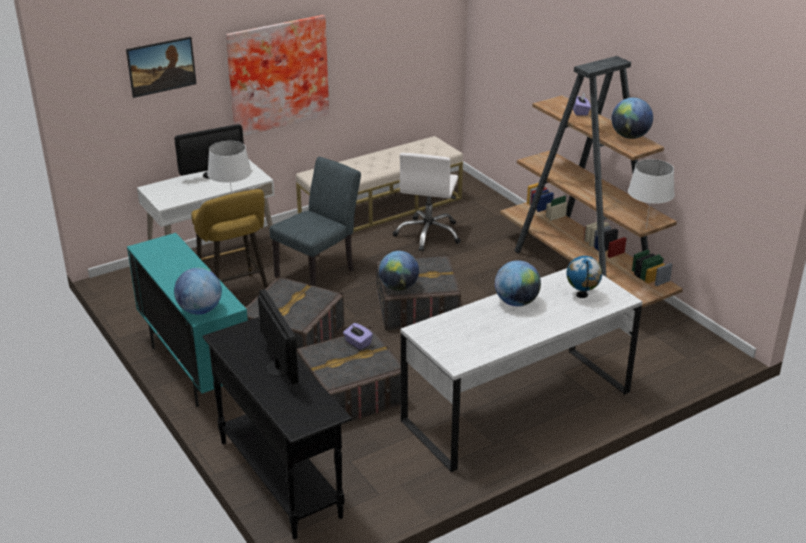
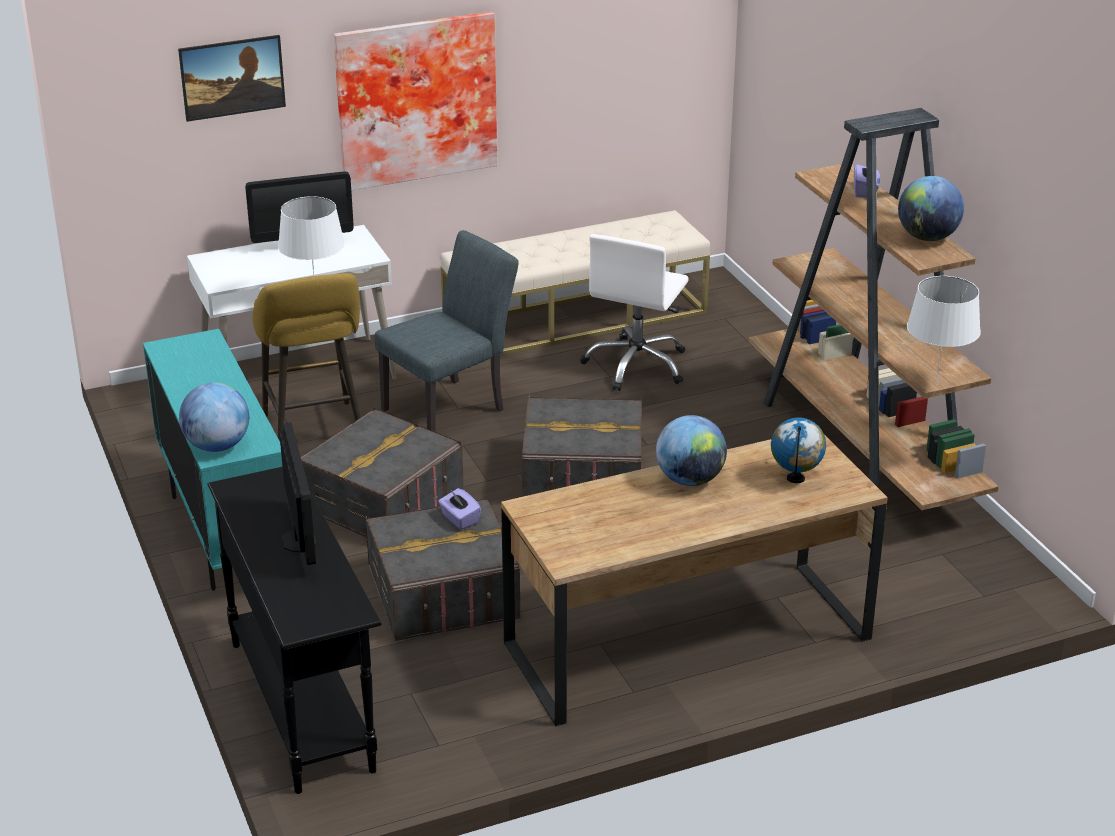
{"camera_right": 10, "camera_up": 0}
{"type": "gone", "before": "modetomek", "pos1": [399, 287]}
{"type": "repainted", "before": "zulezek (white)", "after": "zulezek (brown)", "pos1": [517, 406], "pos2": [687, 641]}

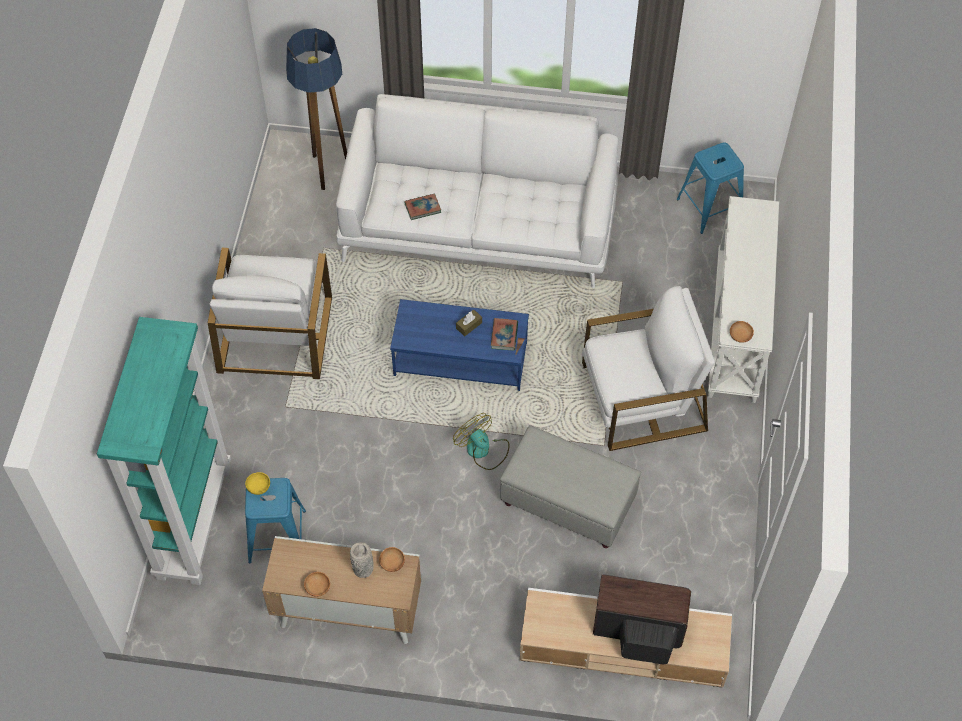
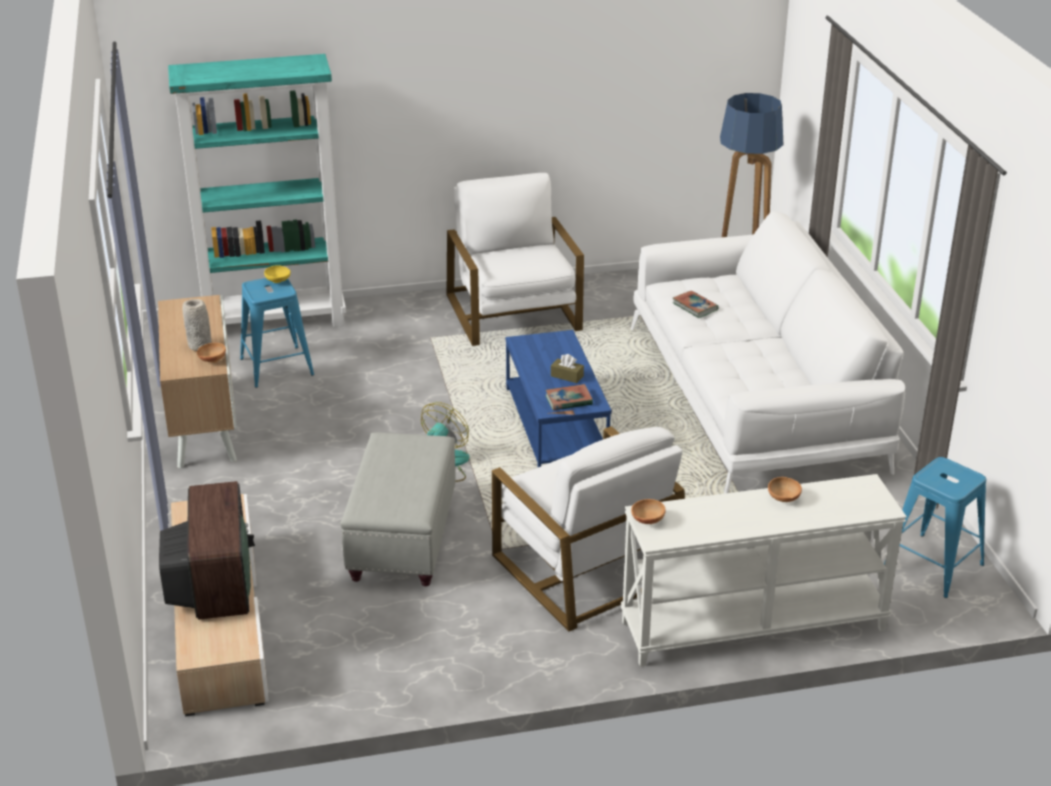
{"camera_right": 70, "camera_up": -25}
{"type": "rotated", "before": "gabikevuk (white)", "pos1": [274, 333], "pos2": [514, 313], "turn": 90}
{"type": "shifted", "before": "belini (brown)", "pos1": [318, 588], "pos2": [783, 499]}

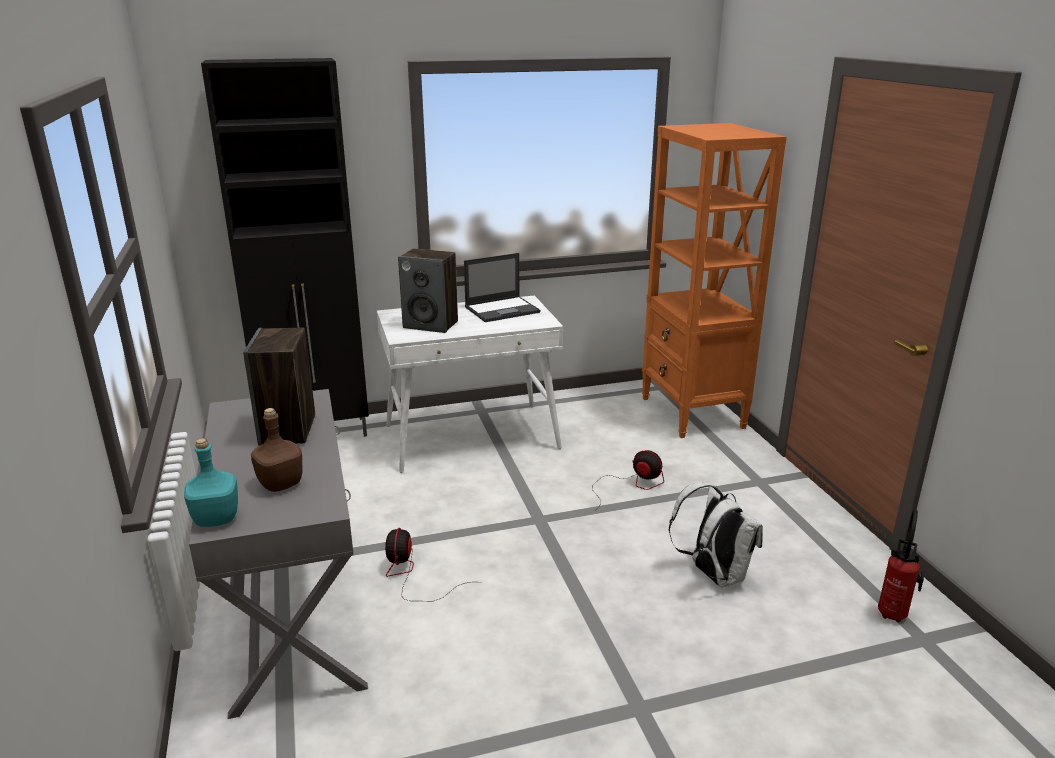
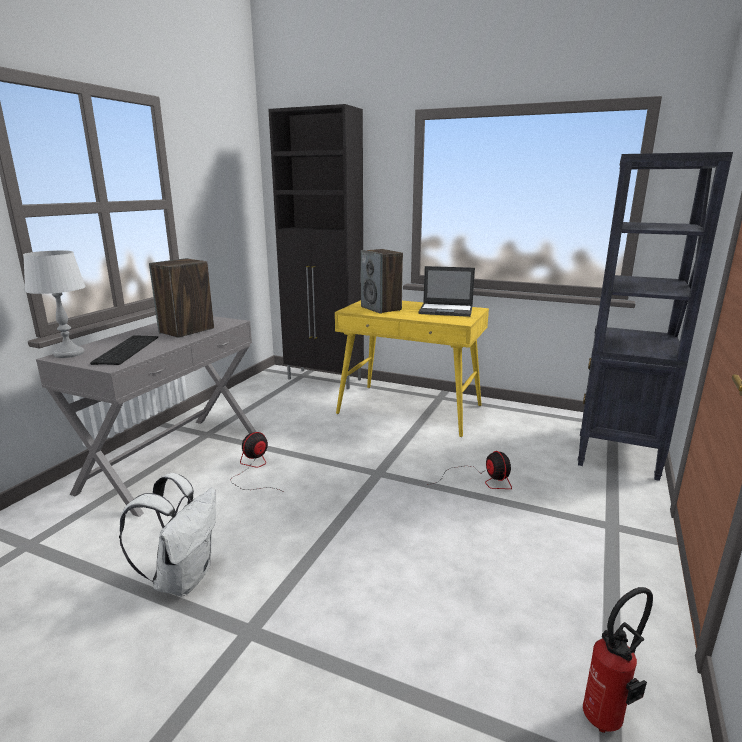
{"camera_right": 40, "camera_up": -5}
{"type": "swapped", "before": "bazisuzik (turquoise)", "after": "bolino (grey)", "pos1": [216, 518], "pos2": [69, 353]}
{"type": "swapped", "before": "bazisuzik (brown)", "after": "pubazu", "pos1": [280, 484], "pos2": [125, 349]}
{"type": "repainted", "before": "zulezek (white)", "after": "zulezek (yellow)", "pos1": [472, 436], "pos2": [410, 409]}
{"type": "repainted", "before": "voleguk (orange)", "after": "voleguk (black)", "pos1": [692, 413], "pos2": [617, 452]}
{"type": "shifted", "before": "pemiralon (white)", "pos1": [713, 574], "pos2": [183, 578]}

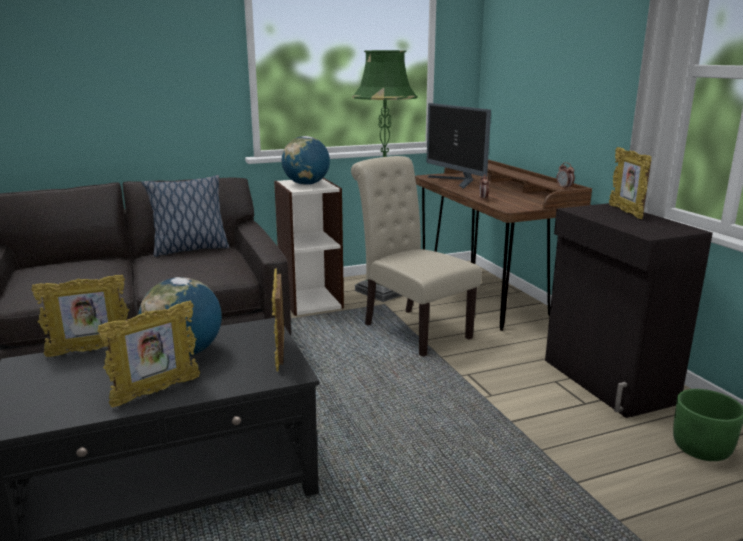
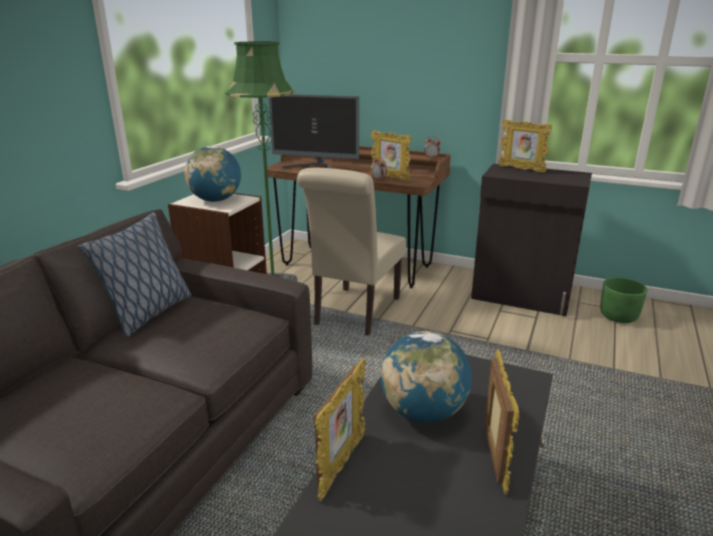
{"camera_right": -45, "camera_up": 5}
{"type": "shifted", "before": "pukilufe", "pos1": [280, 353], "pos2": [390, 177]}
{"type": "rotated", "before": "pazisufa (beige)", "pos1": [411, 329], "pos2": [354, 313], "turn": -75}

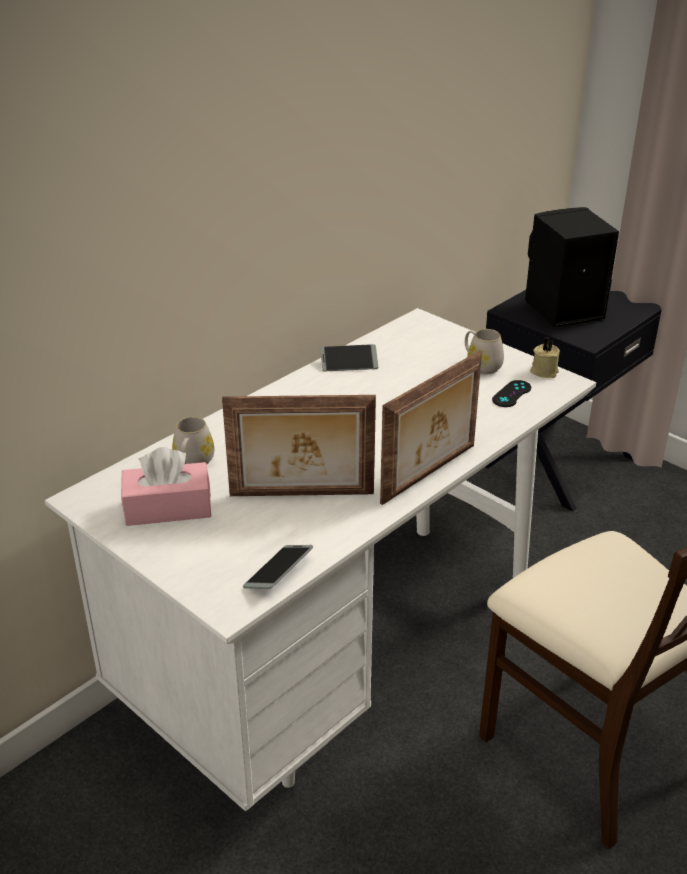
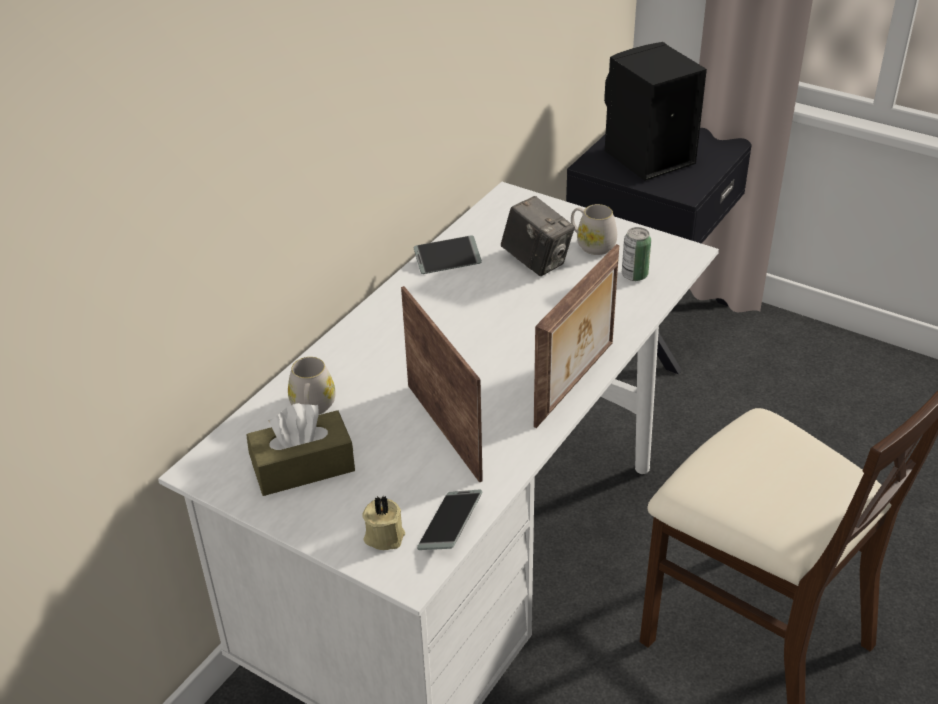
{"camera_right": -10, "camera_up": 5}
{"type": "repainted", "before": "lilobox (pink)", "after": "lilobox (brown)", "pos1": [168, 508], "pos2": [303, 467]}
{"type": "rotated", "before": "pukilufe", "pos1": [301, 496], "pos2": [446, 430], "turn": -105}
{"type": "swapped", "before": "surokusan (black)", "after": "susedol", "pos1": [511, 394], "pos2": [634, 275]}
{"type": "shifted", "before": "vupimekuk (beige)", "pos1": [543, 371], "pos2": [384, 535]}
{"type": "new", "after": "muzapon", "pos2": [536, 261]}

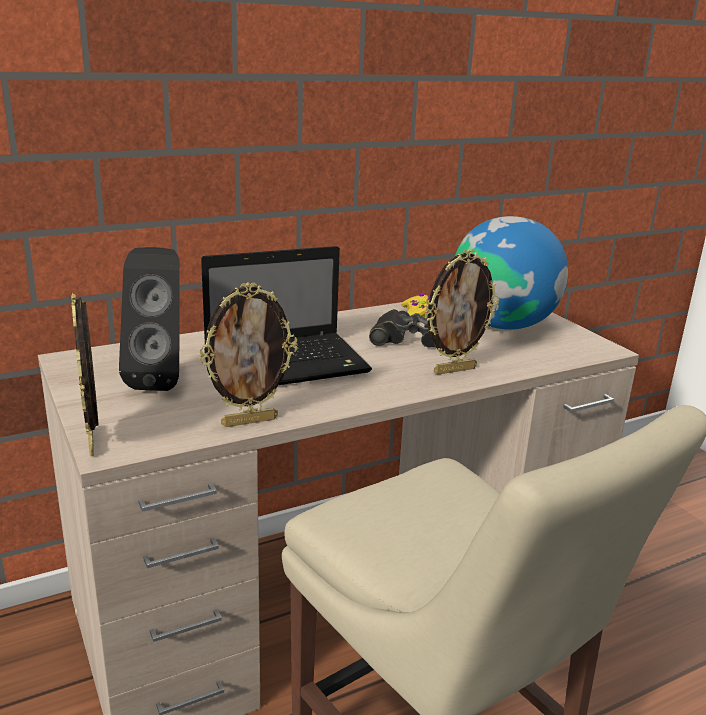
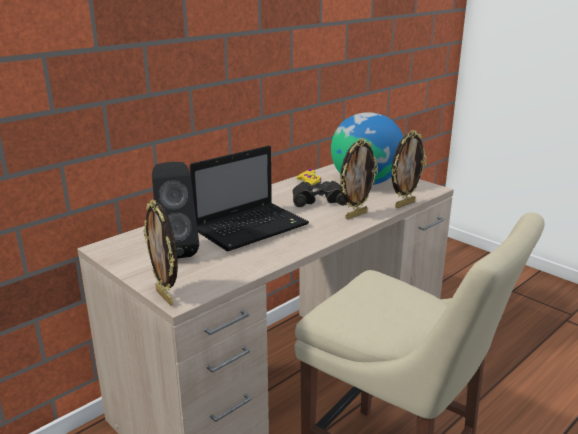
{"camera_right": -15, "camera_up": 0}
{"type": "shifted", "before": "pukilufe", "pos1": [249, 421], "pos2": [404, 204]}

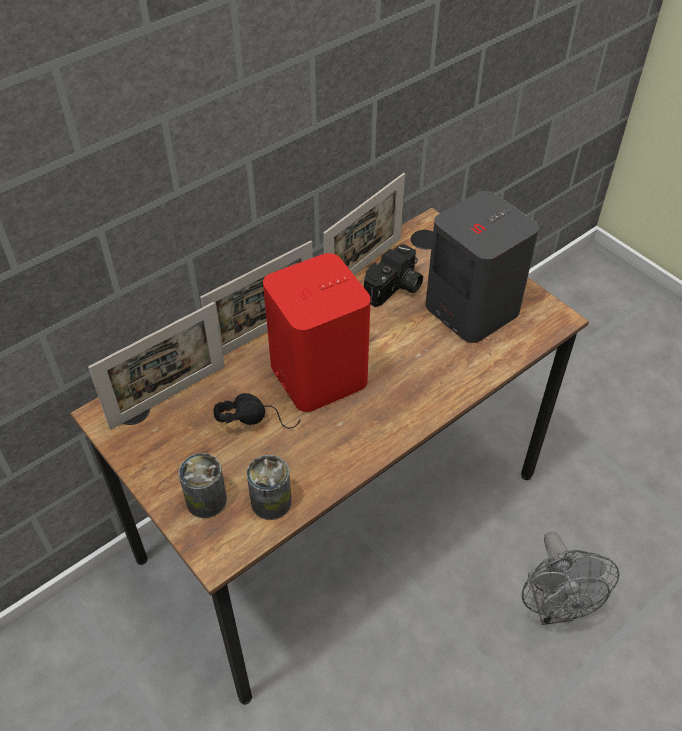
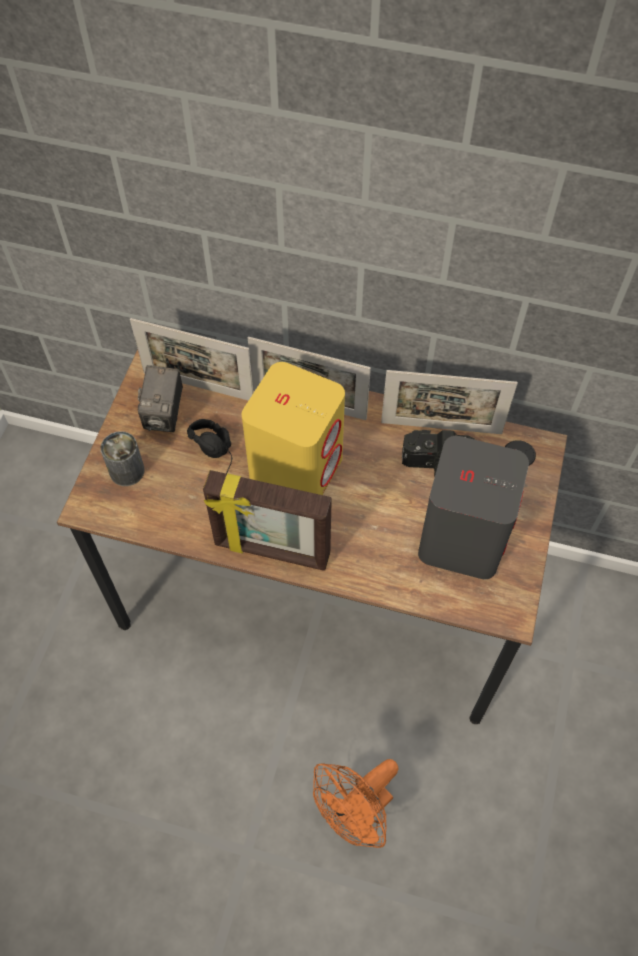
{"camera_right": 55, "camera_up": 10}
{"type": "gone", "before": "susedol", "pos1": [271, 502]}
{"type": "repainted", "before": "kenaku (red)", "after": "kenaku (yellow)", "pos1": [318, 373], "pos2": [296, 467]}
{"type": "repainted", "before": "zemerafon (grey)", "after": "zemerafon (orange)", "pos1": [553, 607], "pos2": [356, 813]}
{"type": "new", "after": "muzapon", "pos2": [164, 414]}
{"type": "new", "after": "pukilufe", "pos2": [271, 551]}

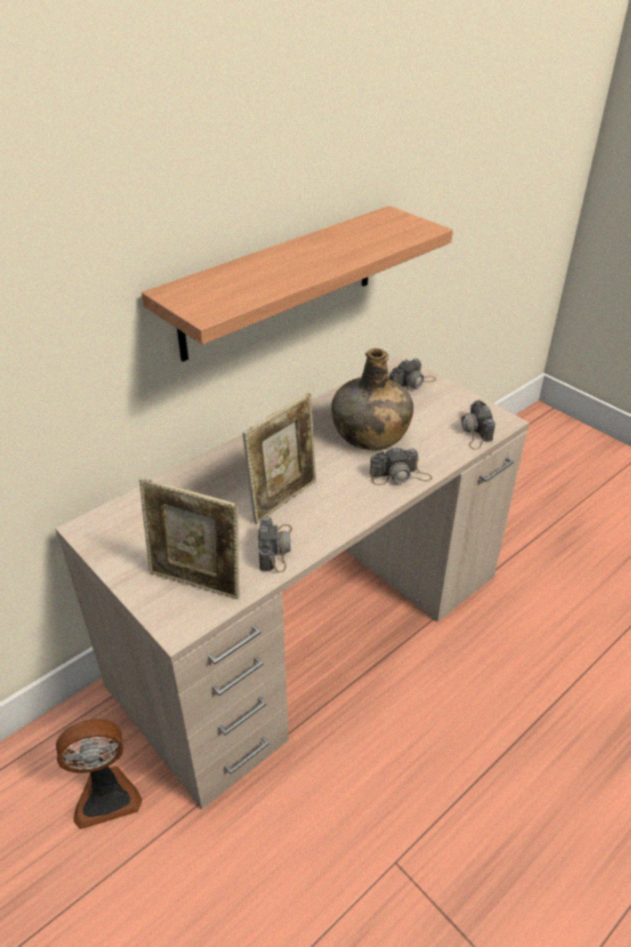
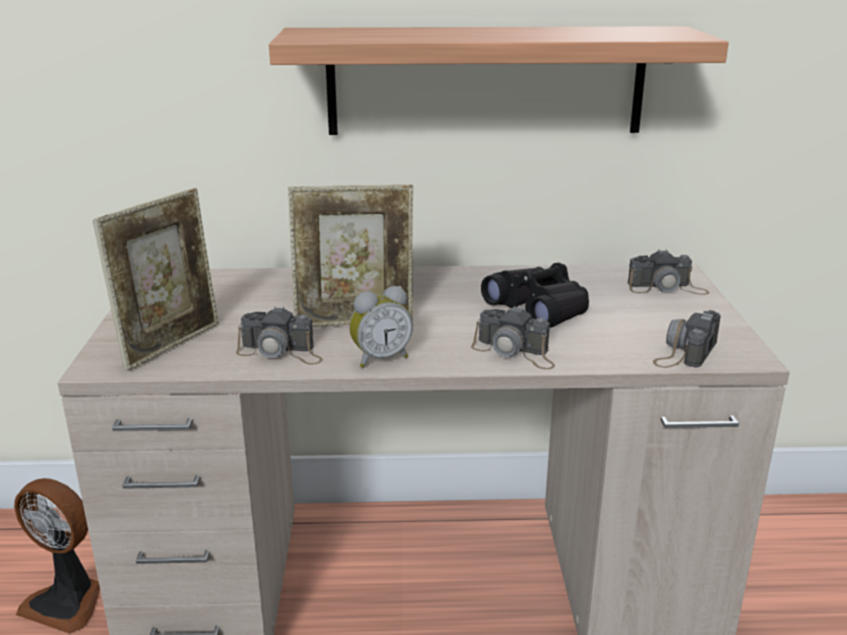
{"camera_right": 40, "camera_up": -15}
{"type": "rotated", "before": "pukilufe", "pos1": [197, 582], "pos2": [171, 344], "turn": -120}
{"type": "rotated", "before": "muzapon", "pos1": [276, 548], "pos2": [281, 352], "turn": 60}
{"type": "swapped", "before": "bazisuzik (green)", "after": "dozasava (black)", "pos1": [370, 434], "pos2": [539, 309]}
{"type": "new", "after": "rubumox", "pos2": [380, 358]}

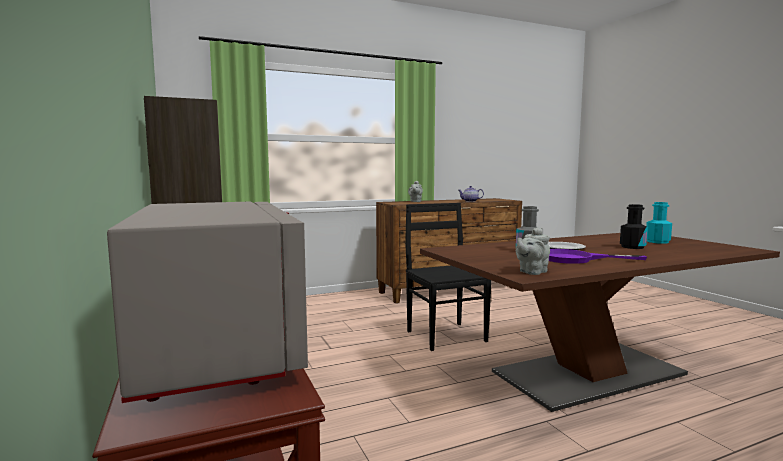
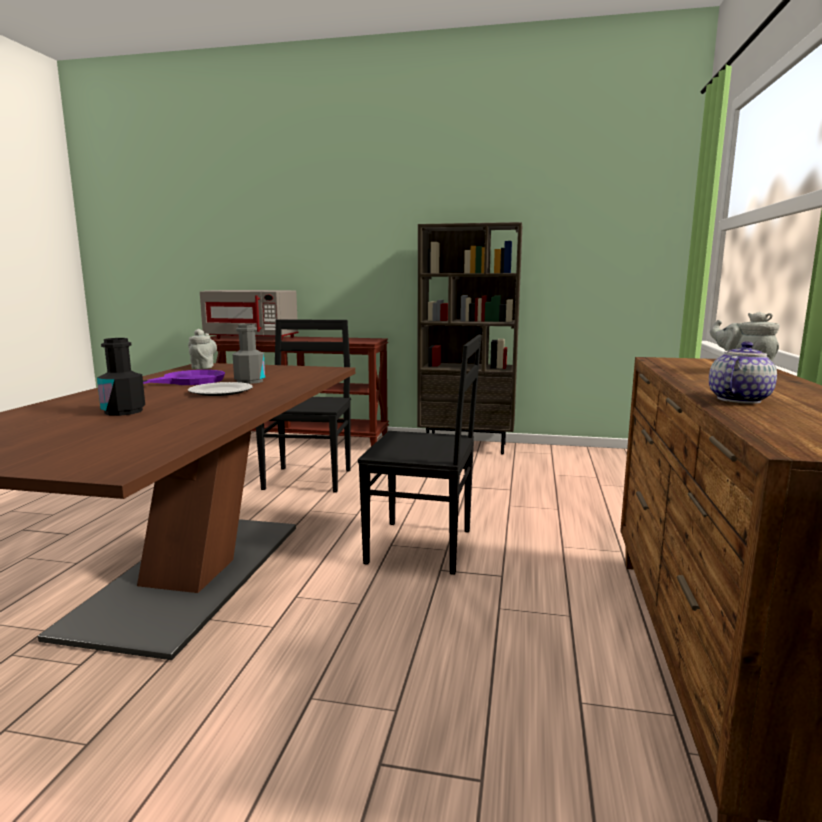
{"camera_right": 125, "camera_up": 5}
{"type": "gone", "before": "bazisuzik (turquoise)", "pos1": [657, 242]}
{"type": "new", "after": "pazisufa (black)", "pos2": [308, 478]}

